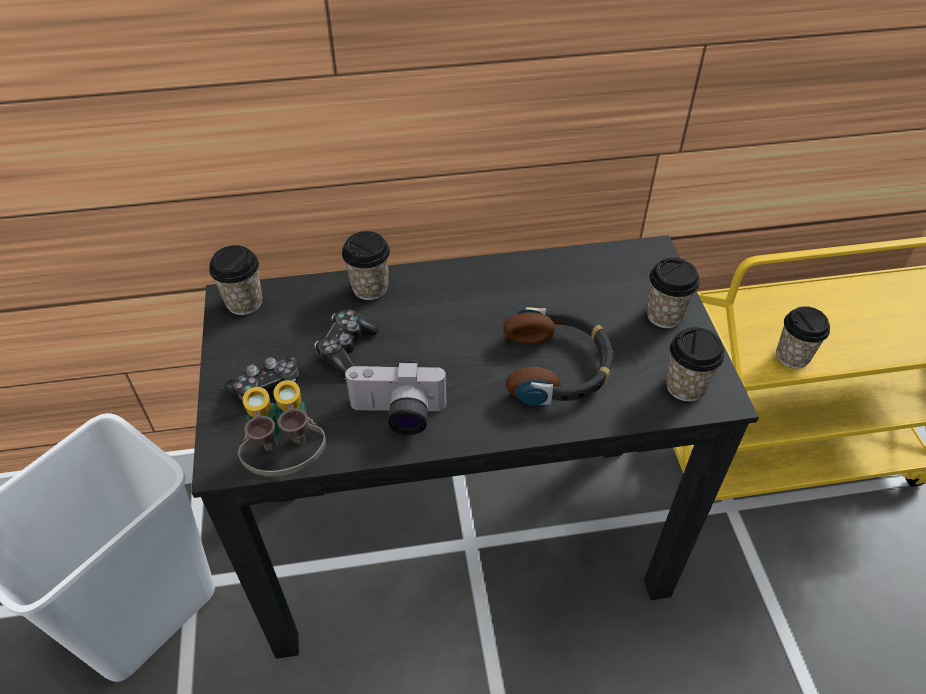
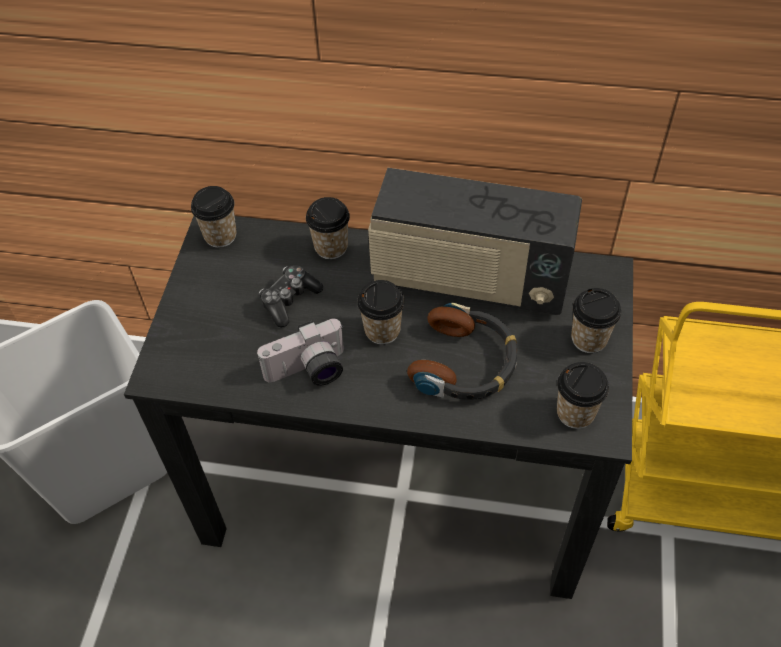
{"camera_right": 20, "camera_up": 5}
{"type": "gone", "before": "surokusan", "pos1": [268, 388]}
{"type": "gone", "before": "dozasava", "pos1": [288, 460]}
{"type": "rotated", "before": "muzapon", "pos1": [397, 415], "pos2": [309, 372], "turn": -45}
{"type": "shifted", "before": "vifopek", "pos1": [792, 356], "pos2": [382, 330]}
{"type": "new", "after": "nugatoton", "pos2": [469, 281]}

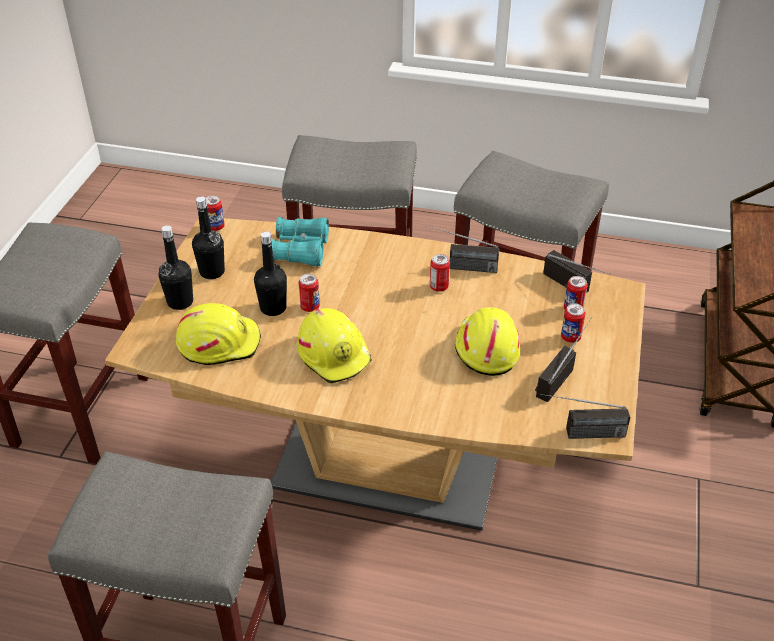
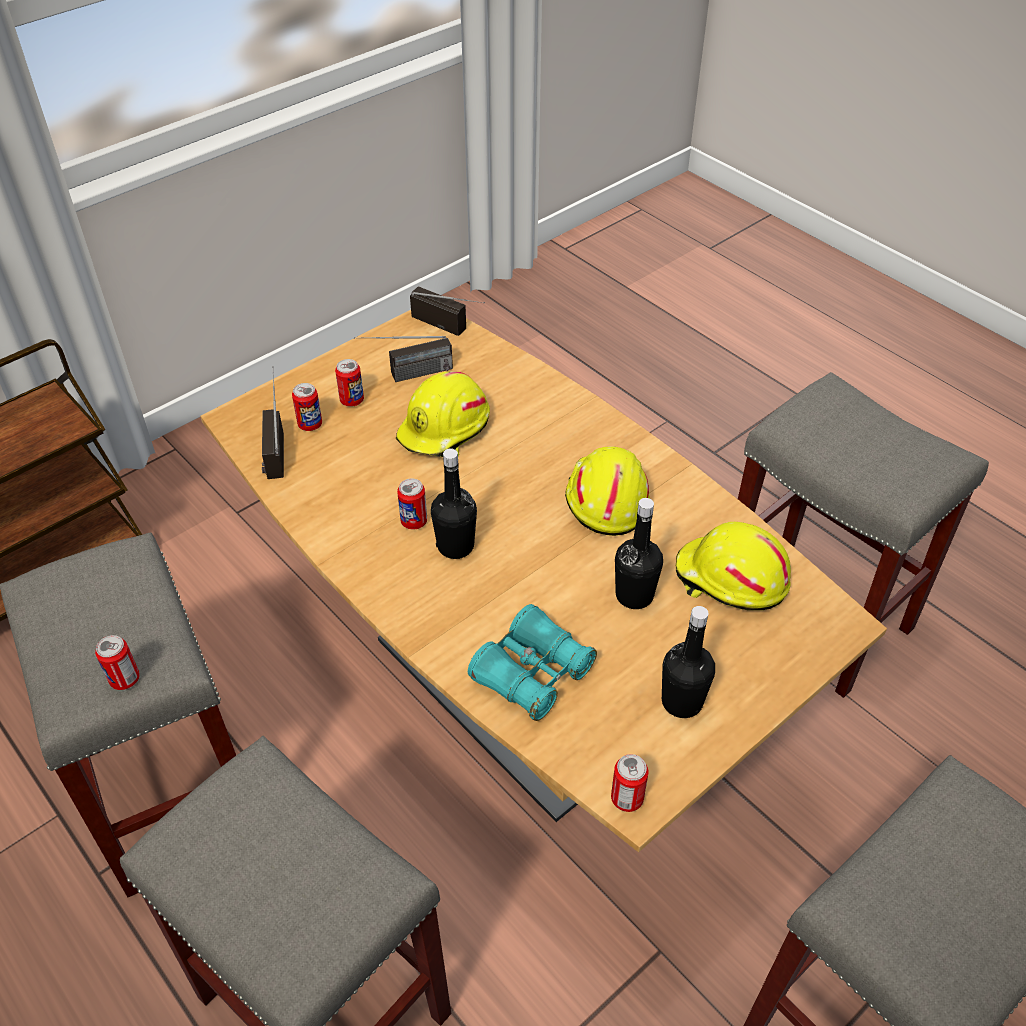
{"camera_right": -145, "camera_up": 5}
{"type": "shifted", "before": "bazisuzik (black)", "pos1": [180, 302], "pos2": [455, 546]}
{"type": "shifted", "before": "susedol", "pos1": [310, 307], "pos2": [125, 679]}
{"type": "gone", "before": "nugatoton", "pos1": [460, 267]}

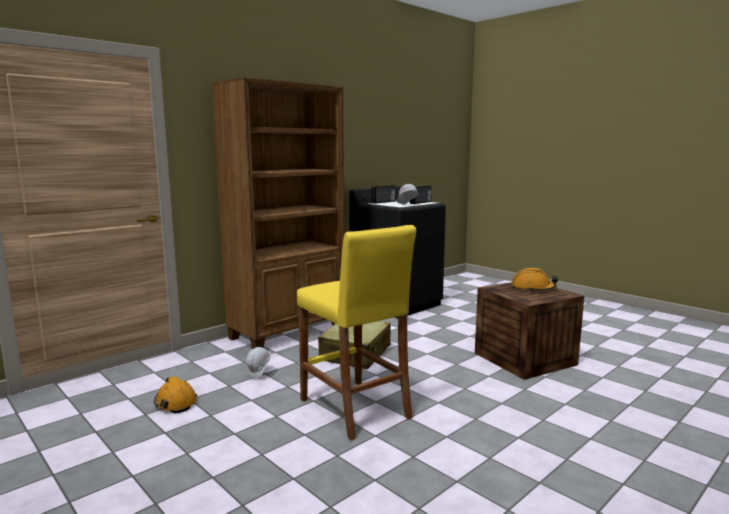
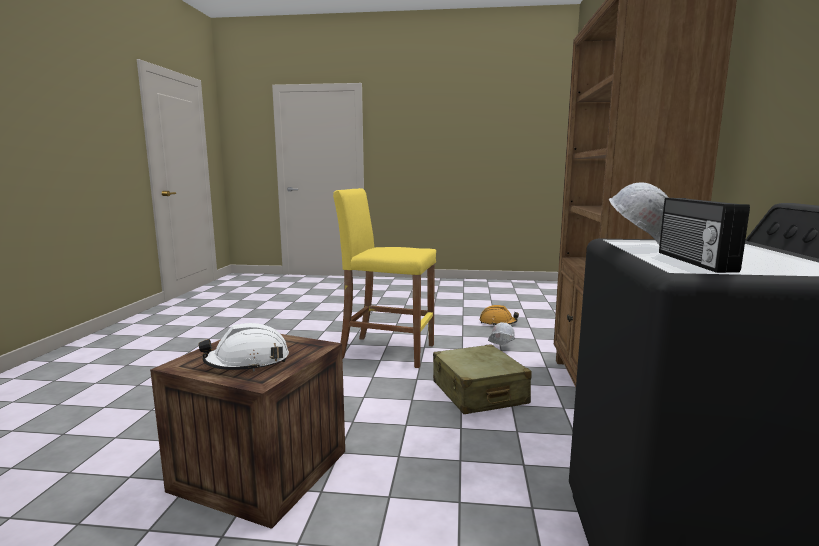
{"camera_right": 140, "camera_up": 0}
{"type": "gone", "before": "nugatoton", "pos1": [383, 202]}
{"type": "repainted", "before": "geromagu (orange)", "after": "geromagu (white)", "pos1": [533, 288], "pos2": [247, 362]}

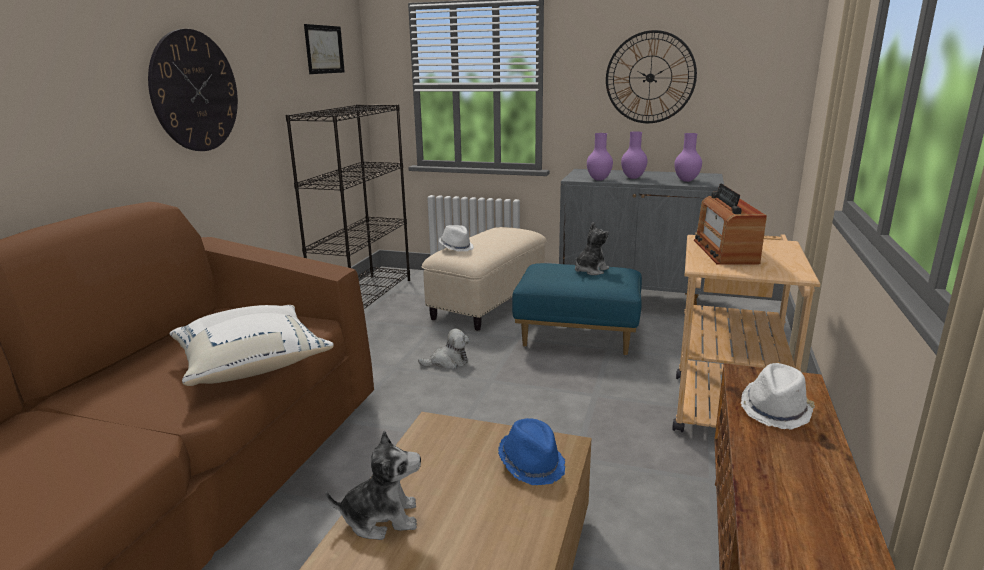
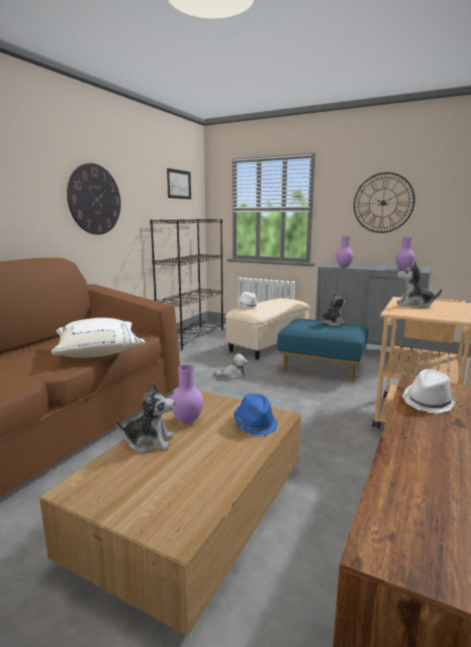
{"camera_right": 10, "camera_up": -5}
{"type": "shifted", "before": "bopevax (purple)", "pos1": [633, 178], "pos2": [187, 421]}
{"type": "swapped", "before": "nugatoton", "after": "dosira", "pos1": [725, 251], "pos2": [414, 305]}

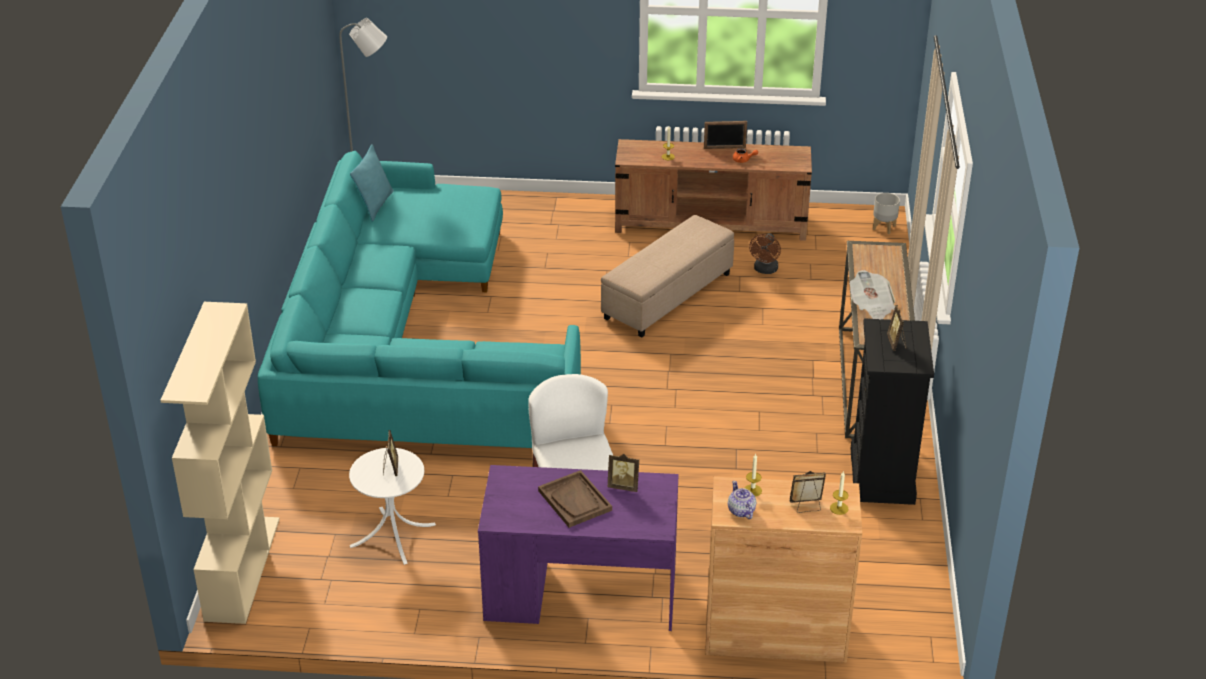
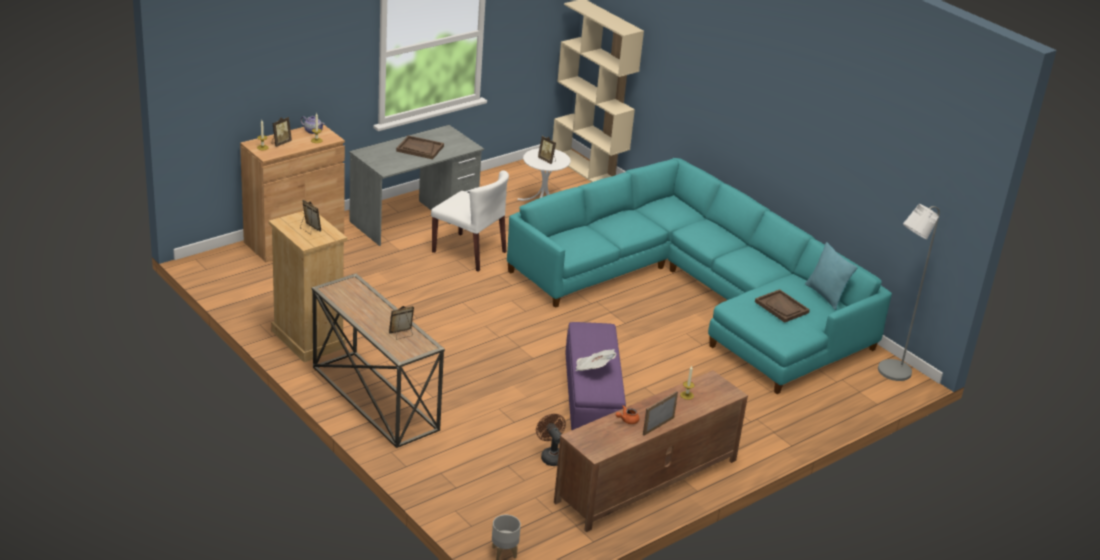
{"camera_right": 135, "camera_up": -5}
{"type": "repainted", "before": "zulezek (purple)", "after": "zulezek (grey)", "pos1": [580, 594], "pos2": [414, 219]}
{"type": "repainted", "before": "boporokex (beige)", "after": "boporokex (purple)", "pos1": [668, 296], "pos2": [590, 399]}
{"type": "shifted", "before": "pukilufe", "pos1": [624, 486], "pos2": [402, 334]}
{"type": "shifted", "before": "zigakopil", "pos1": [871, 306], "pos2": [593, 369]}
{"type": "repainted", "before": "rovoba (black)", "after": "rovoba (beige)", "pos1": [882, 476], "pos2": [308, 339]}
{"type": "new", "after": "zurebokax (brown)", "pos2": [782, 307]}

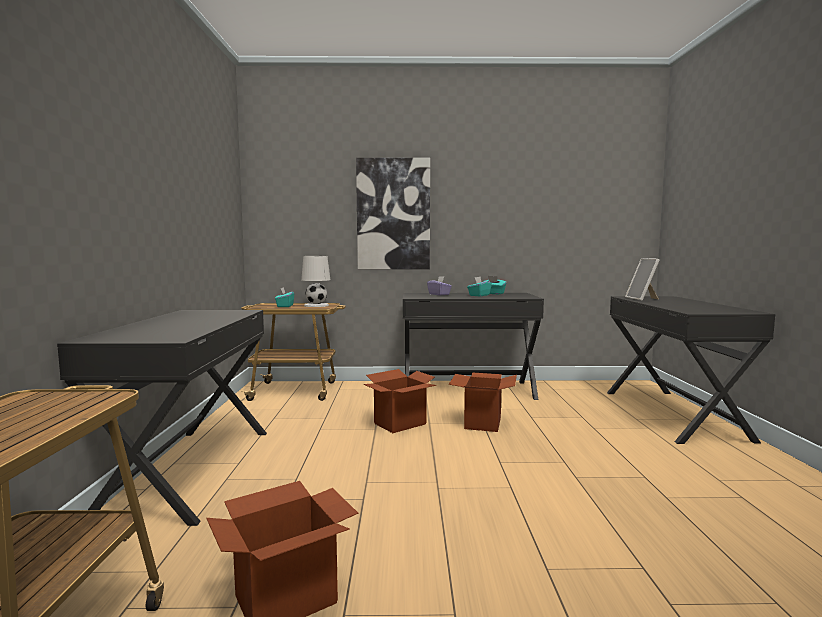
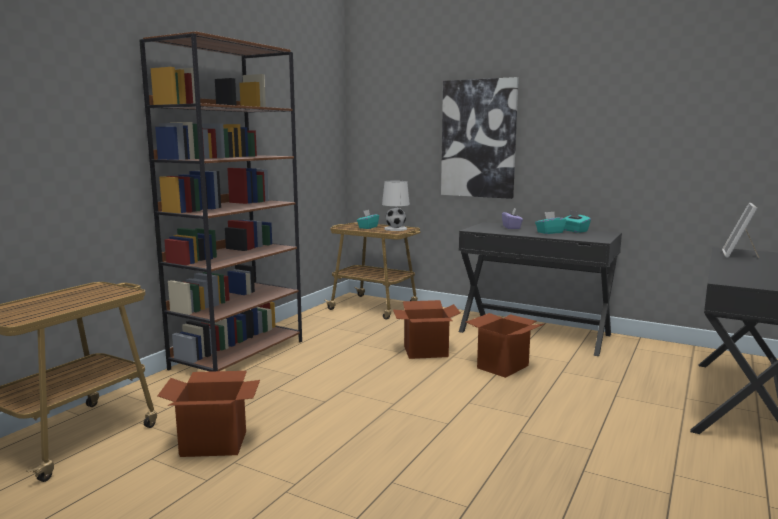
{"camera_right": 30, "camera_up": 5}
{"type": "swapped", "before": "zulezek (black)", "after": "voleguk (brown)", "pos1": [189, 470], "pos2": [239, 354]}

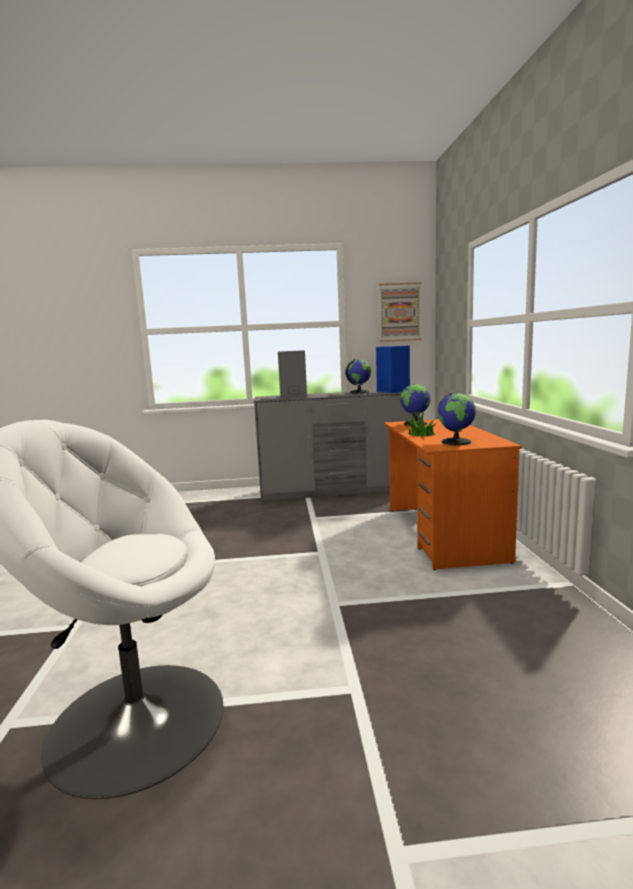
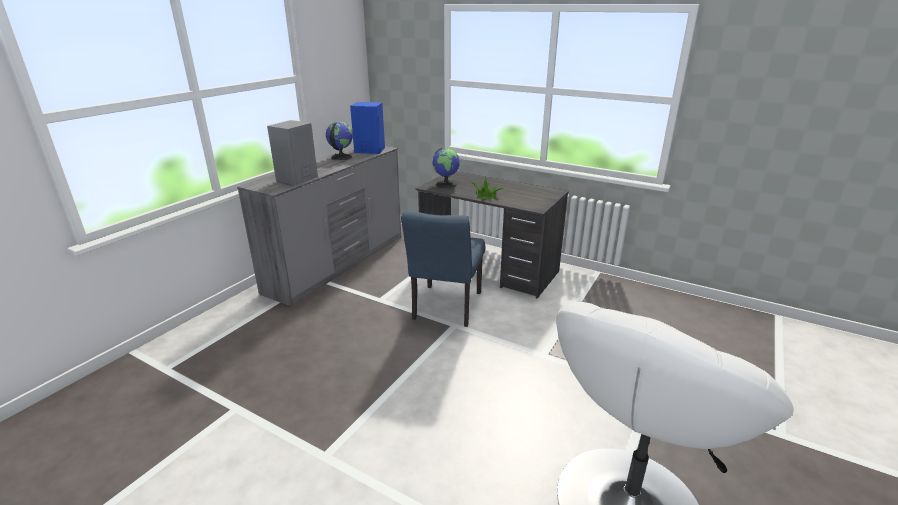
{"camera_right": -55, "camera_up": 15}
{"type": "gone", "before": "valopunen", "pos1": [399, 312]}
{"type": "repainted", "before": "zulezek (orange)", "after": "zulezek (grey)", "pos1": [443, 533], "pos2": [488, 269]}
{"type": "gone", "before": "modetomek", "pos1": [456, 442]}
{"type": "new", "after": "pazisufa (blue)", "pos2": [445, 309]}

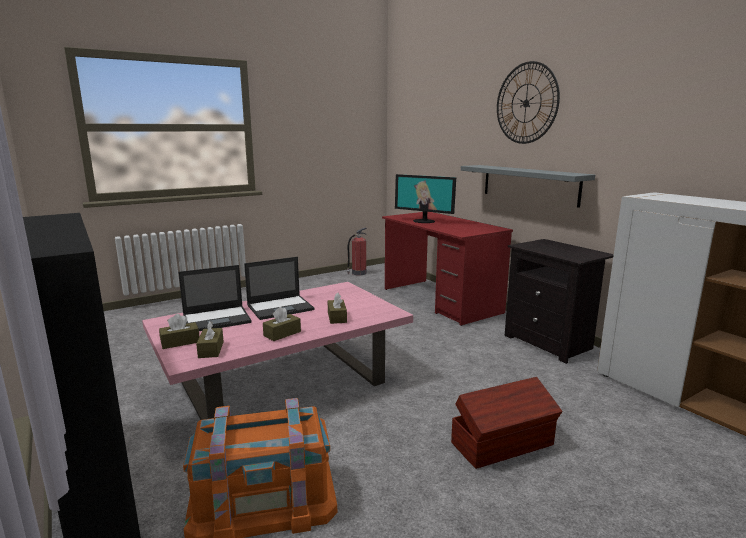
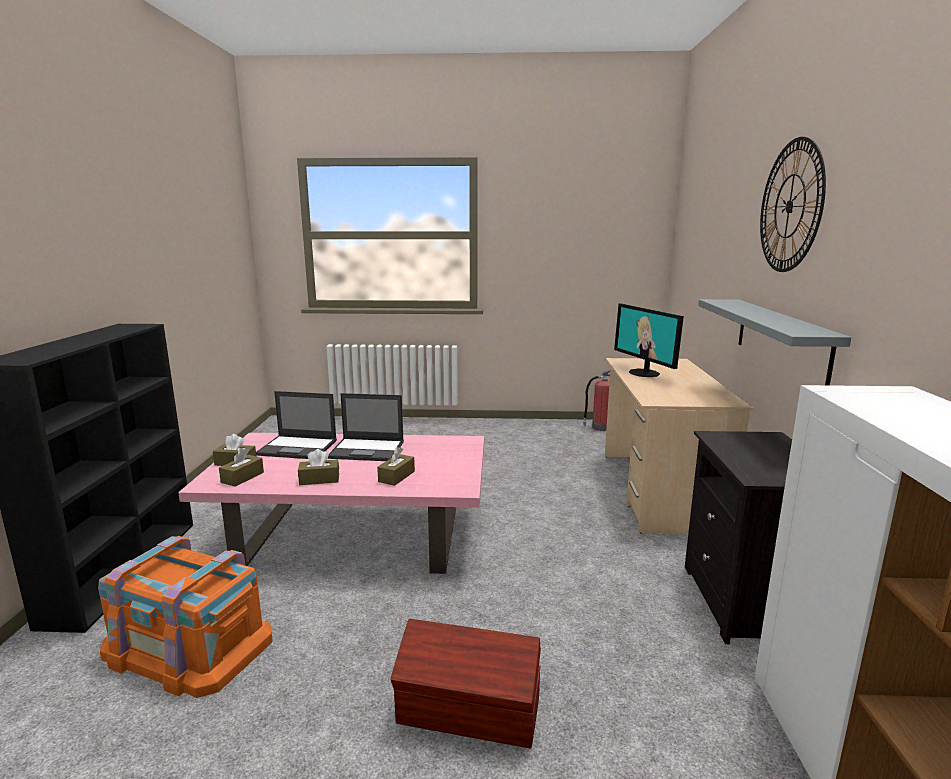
{"camera_right": 35, "camera_up": 0}
{"type": "repainted", "before": "zulezek (red)", "after": "zulezek (beige)", "pos1": [440, 301], "pos2": [659, 490]}

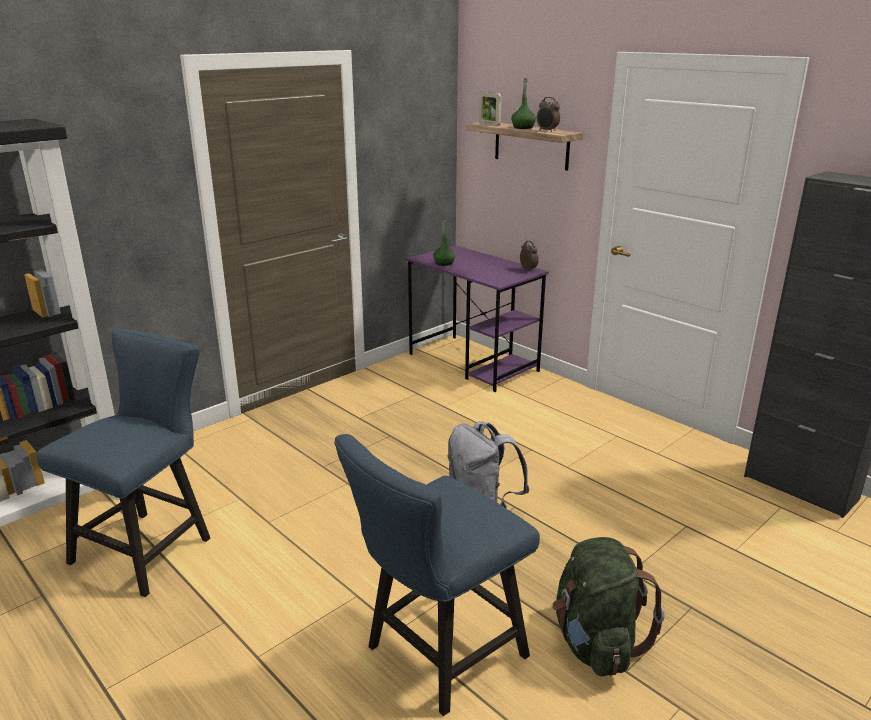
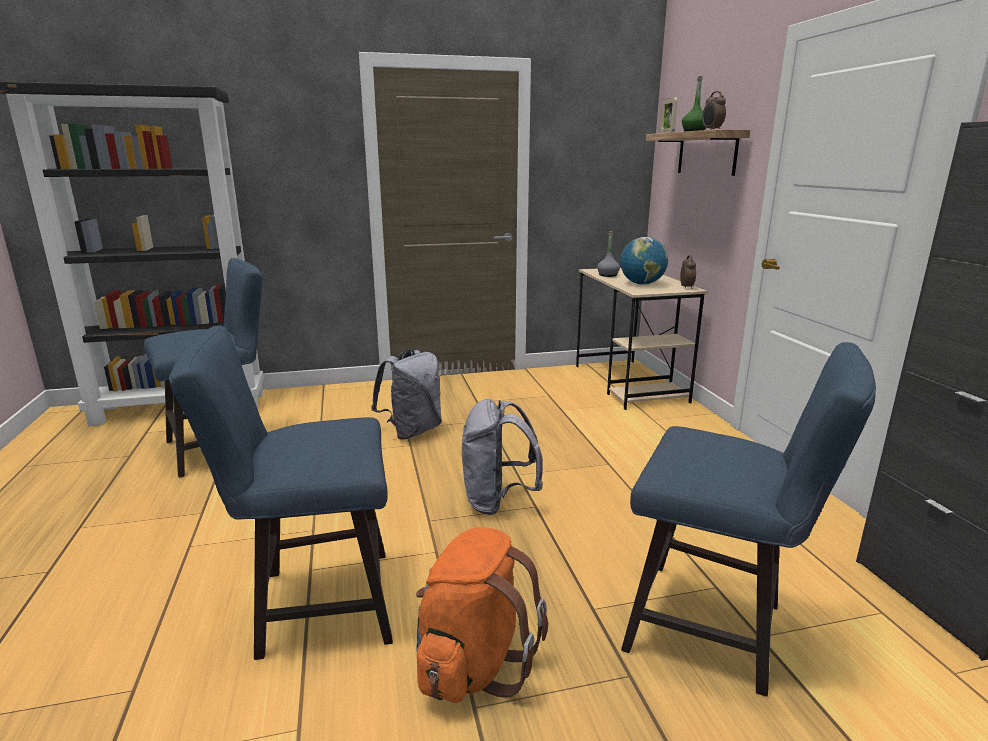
{"camera_right": 30, "camera_up": -5}
{"type": "repainted", "before": "zulezek (purple)", "after": "zulezek (beige)", "pos1": [473, 362], "pos2": [629, 383]}
{"type": "repainted", "before": "bazisuzik (green)", "after": "bazisuzik (grey)", "pos1": [444, 263], "pos2": [608, 275]}
{"type": "repainted", "before": "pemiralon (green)", "after": "pemiralon (orange)", "pos1": [596, 643], "pos2": [473, 663]}
{"type": "new", "after": "pemiralon (grey)", "pos2": [412, 431]}
{"type": "new", "after": "modetomek", "pos2": [642, 284]}
{"type": "new", "after": "pazisufa (blue)", "pos2": [717, 629]}

